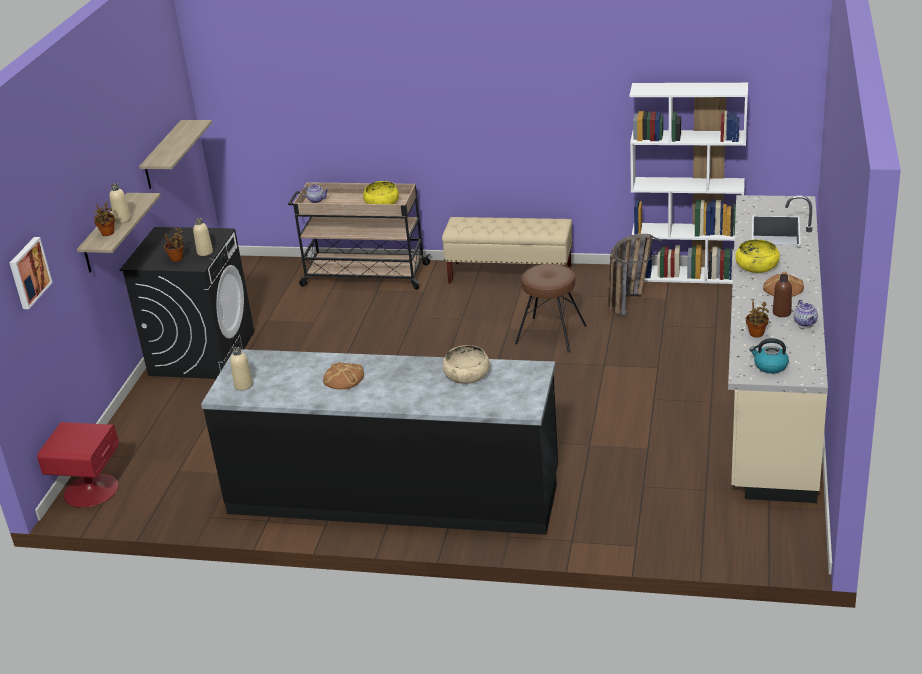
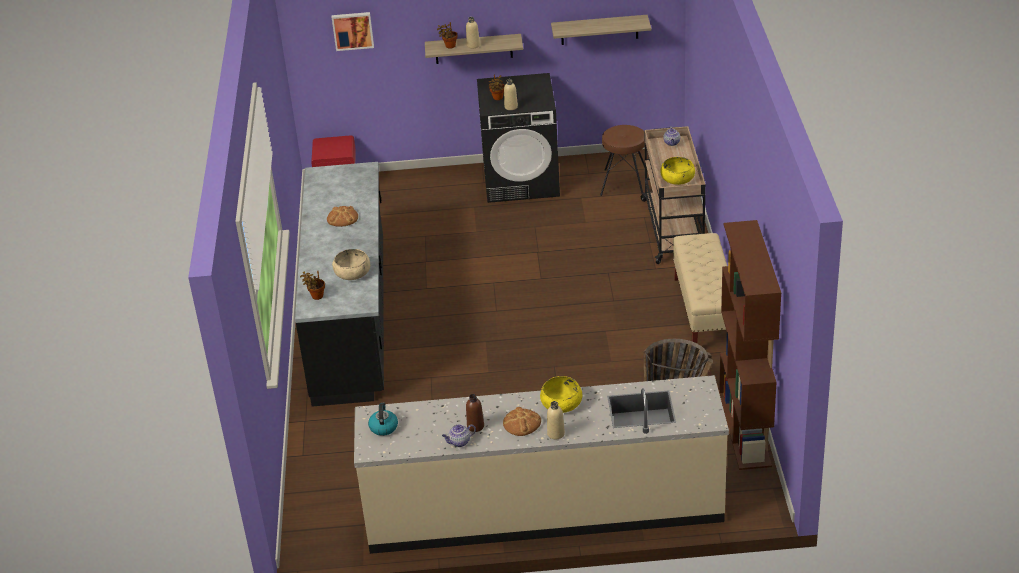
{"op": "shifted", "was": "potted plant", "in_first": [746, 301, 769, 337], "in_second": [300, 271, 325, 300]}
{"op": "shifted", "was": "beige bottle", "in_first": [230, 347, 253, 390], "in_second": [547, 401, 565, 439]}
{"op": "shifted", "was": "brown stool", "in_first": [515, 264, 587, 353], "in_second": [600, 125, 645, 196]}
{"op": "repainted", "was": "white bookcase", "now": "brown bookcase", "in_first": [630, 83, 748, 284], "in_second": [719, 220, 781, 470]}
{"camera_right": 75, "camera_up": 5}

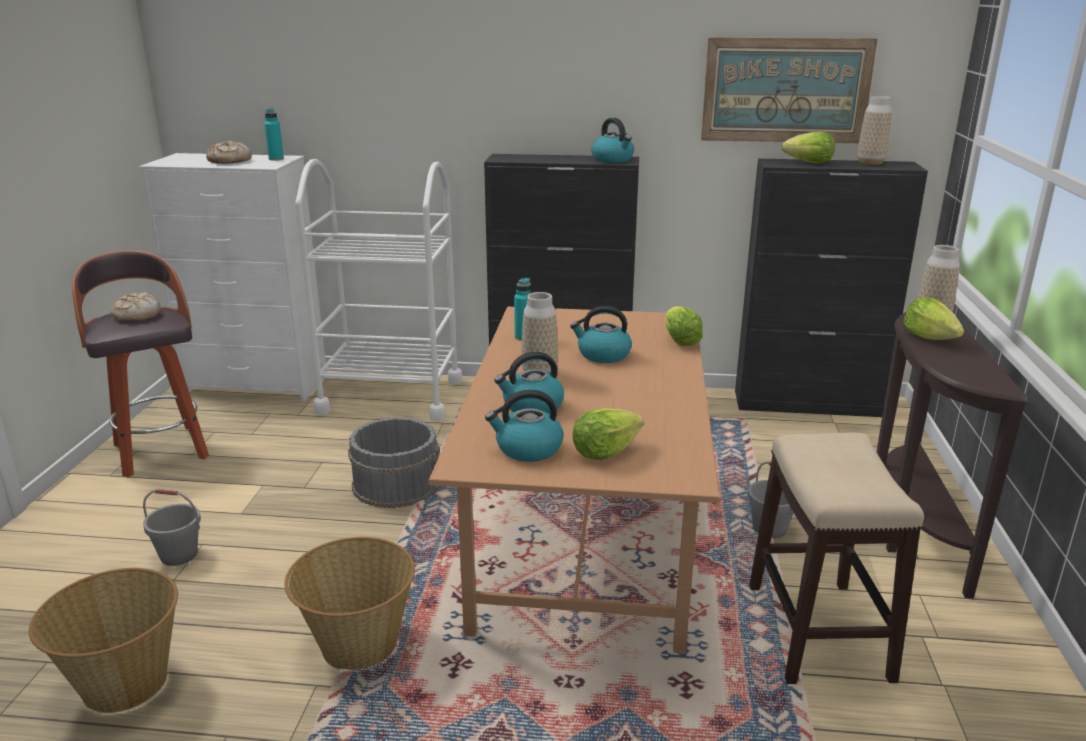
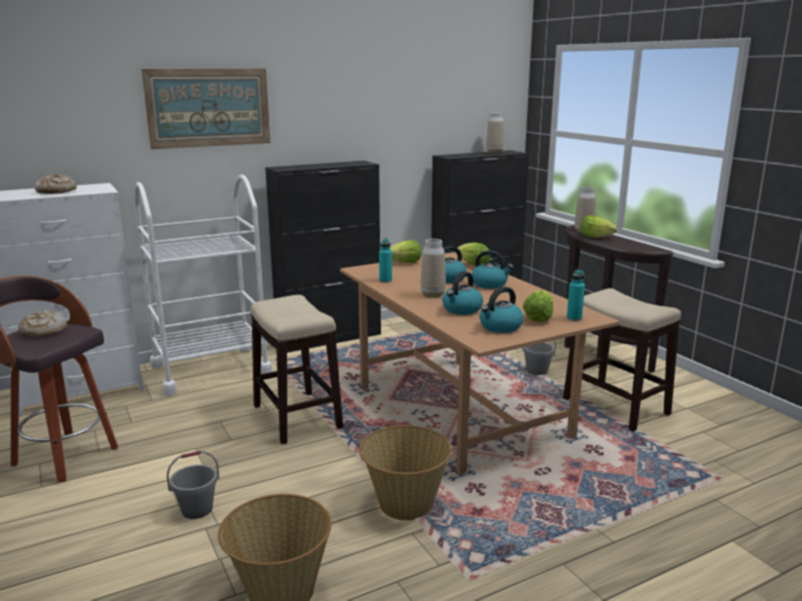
{"op": "shifted", "was": "picture", "in_first": [701, 37, 878, 143], "in_second": [141, 69, 270, 149]}
{"op": "swapped", "was": "grey bucket", "now": "stool", "in_first": [348, 417, 440, 508], "in_second": [250, 295, 343, 444]}
{"op": "shifted", "was": "lettuce", "in_first": [782, 132, 835, 164], "in_second": [390, 240, 422, 263]}
{"op": "shifted", "was": "kettle", "in_first": [591, 118, 634, 163], "in_second": [471, 250, 513, 289]}
{"op": "shifted", "was": "turquoise bottle", "in_first": [264, 108, 284, 161], "in_second": [567, 270, 585, 321]}
{"camera_right": -35, "camera_up": -5}

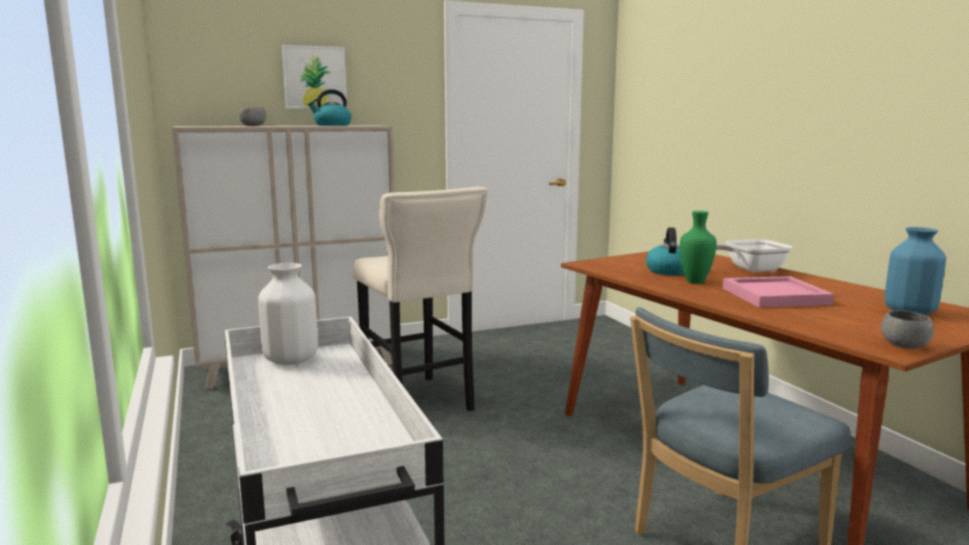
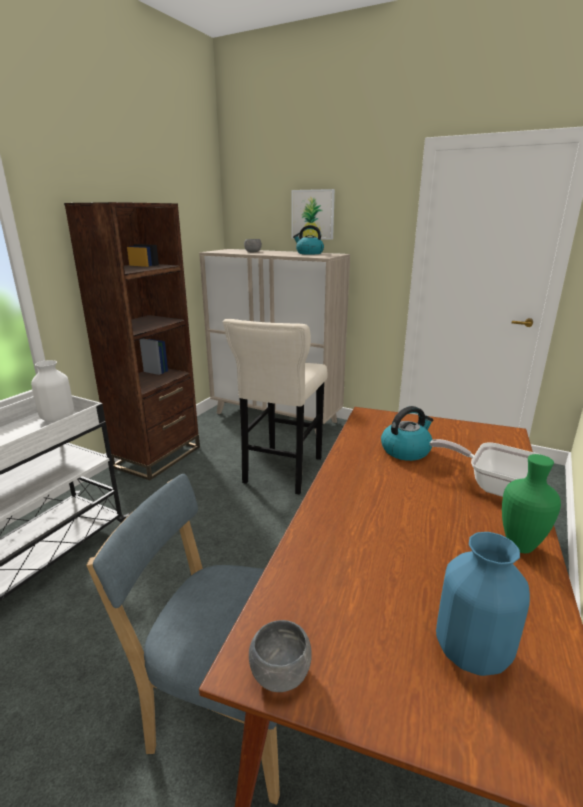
{"op": "new", "now": "brown bookcase", "in_second": [64, 202, 200, 480]}
{"op": "shifted", "was": "green vase", "in_first": [680, 211, 717, 284], "in_second": [502, 454, 561, 553]}
{"op": "gone", "was": "pink tray", "in_first": [723, 276, 834, 308]}
{"camera_right": 50, "camera_up": 10}

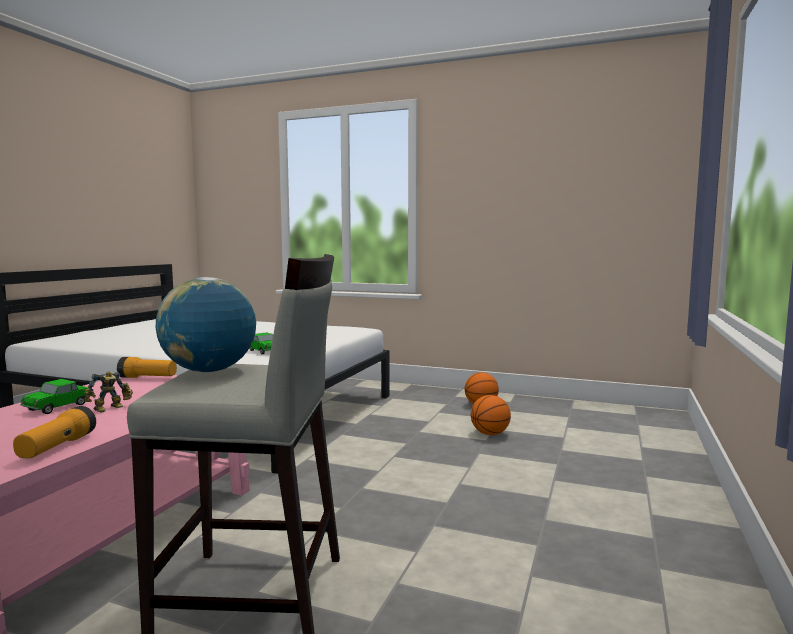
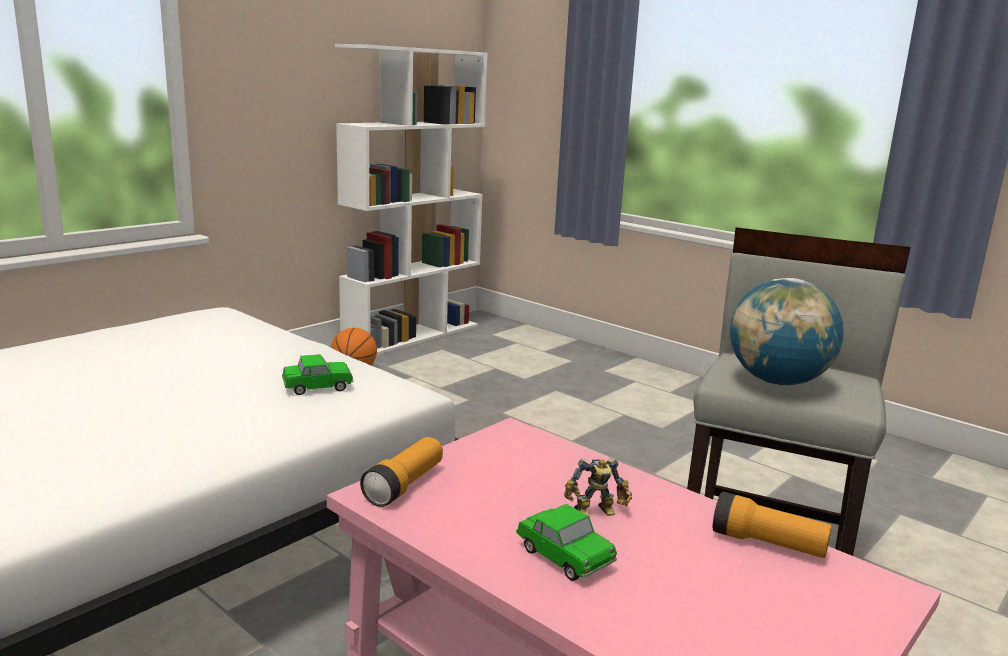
{"op": "new", "now": "white bookcase", "in_second": [335, 44, 488, 355]}
{"op": "rotated", "was": "toy robot", "in_first": [84, 371, 133, 413], "in_second": [564, 457, 632, 517], "clockwise": 105}
{"op": "gone", "was": "basketball", "in_first": [471, 395, 511, 435]}
{"camera_right": -70, "camera_up": 10}

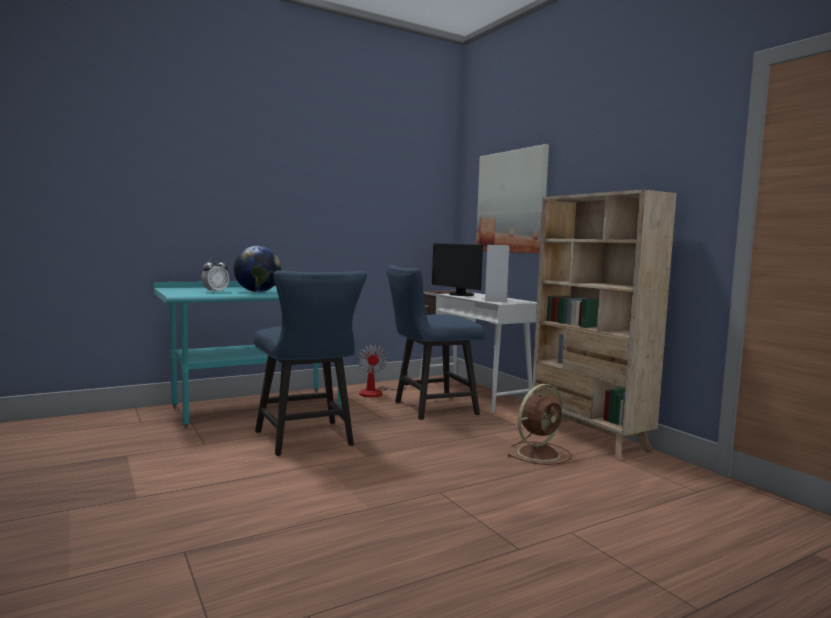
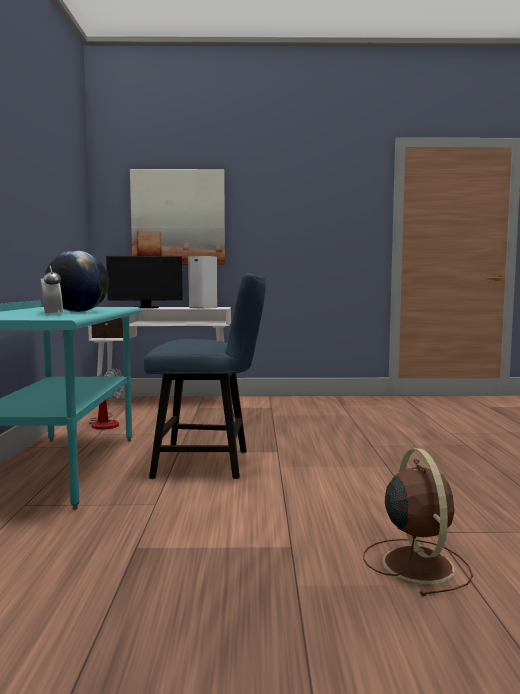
{"op": "shifted", "was": "brown fan", "in_first": [508, 384, 571, 465], "in_second": [363, 448, 473, 596]}
{"op": "gone", "was": "blue chair", "in_first": [387, 265, 485, 420]}
{"op": "gone", "was": "beige bookcase", "in_first": [532, 189, 677, 460]}
{"camera_right": -60, "camera_up": 0}

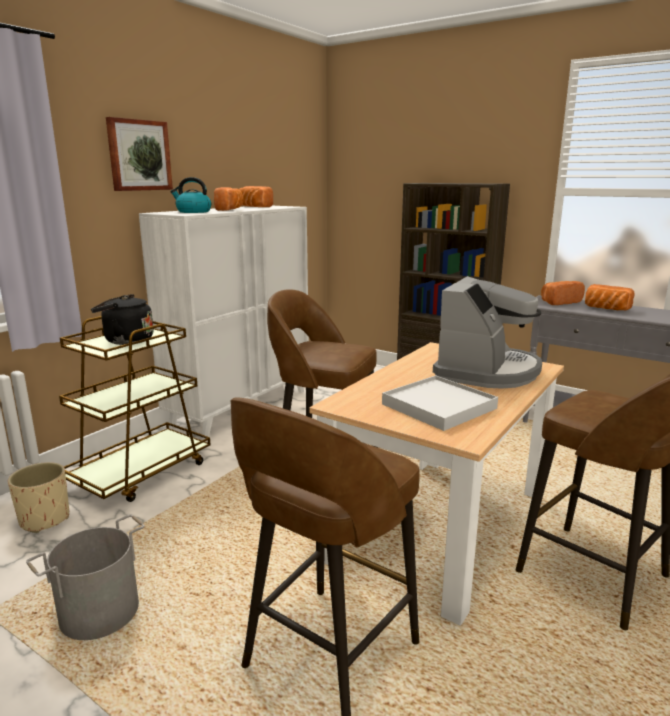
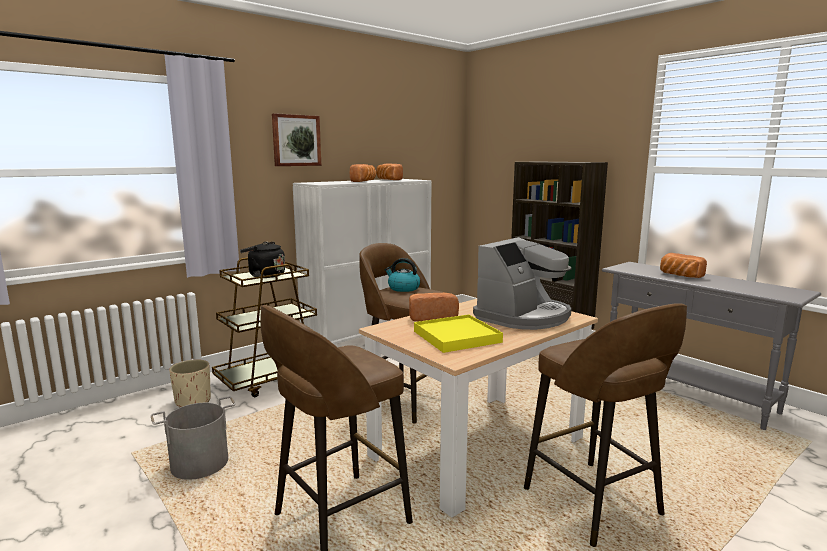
{"op": "shifted", "was": "kettle", "in_first": [170, 177, 211, 213], "in_second": [385, 258, 420, 292]}
{"op": "shifted", "was": "bread", "in_first": [541, 281, 585, 305], "in_second": [409, 293, 459, 321]}
{"op": "repainted", "was": "white tray", "now": "yellow tray", "in_first": [382, 376, 498, 431], "in_second": [414, 314, 503, 353]}
{"camera_right": 15, "camera_up": -5}

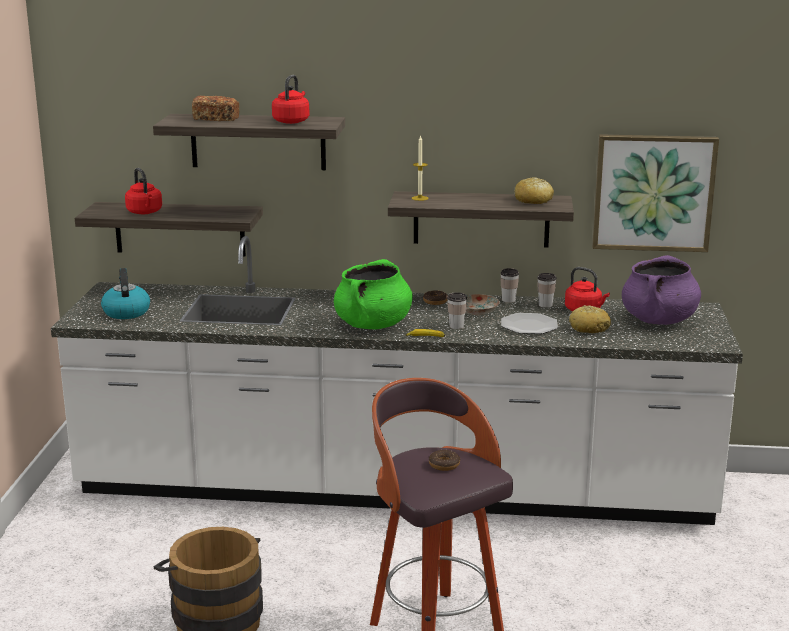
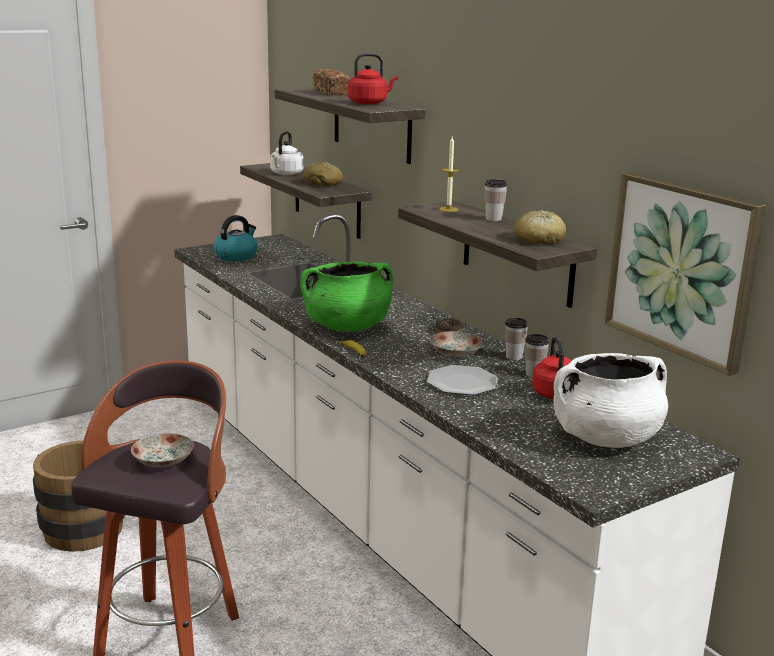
{"op": "swapped", "was": "donut", "now": "plate", "in_first": [429, 450, 460, 471], "in_second": [131, 433, 194, 467]}
{"op": "repainted", "was": "red kettle", "now": "white kettle", "in_first": [125, 168, 162, 214], "in_second": [270, 131, 304, 175]}
{"op": "shifted", "was": "bread", "in_first": [569, 305, 611, 333], "in_second": [303, 162, 343, 186]}
{"op": "shifted", "was": "cup", "in_first": [447, 292, 467, 329], "in_second": [484, 179, 507, 221]}
{"op": "repainted", "was": "purple cooking pot", "now": "white cooking pot", "in_first": [622, 255, 701, 325], "in_second": [553, 353, 668, 448]}
{"camera_right": 50, "camera_up": 0}

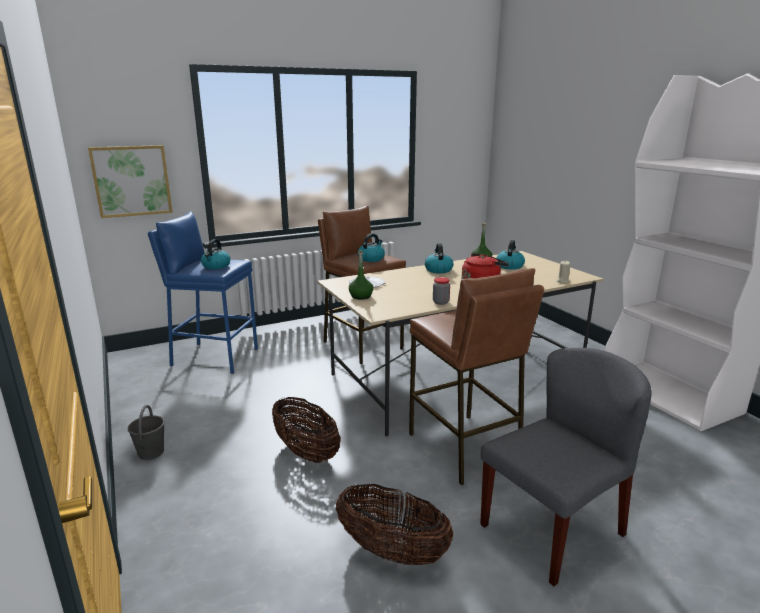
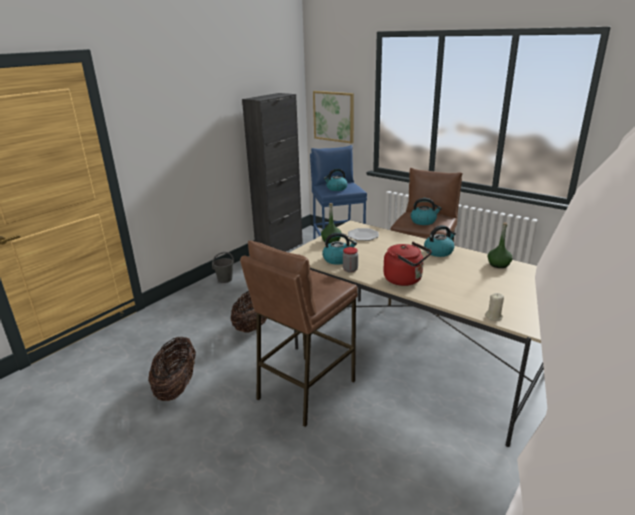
{"op": "new", "now": "black cabinet", "in_second": [242, 93, 303, 252]}
{"op": "shifted", "was": "kettle", "in_first": [496, 240, 525, 270], "in_second": [322, 233, 357, 265]}
{"op": "gone", "was": "grey chair", "in_first": [480, 348, 652, 586]}
{"camera_right": 65, "camera_up": 5}

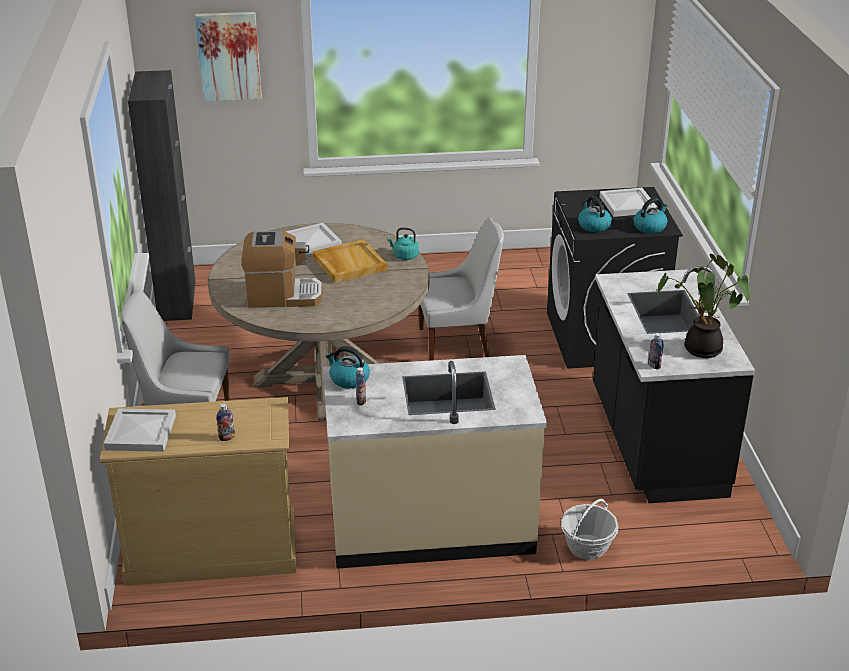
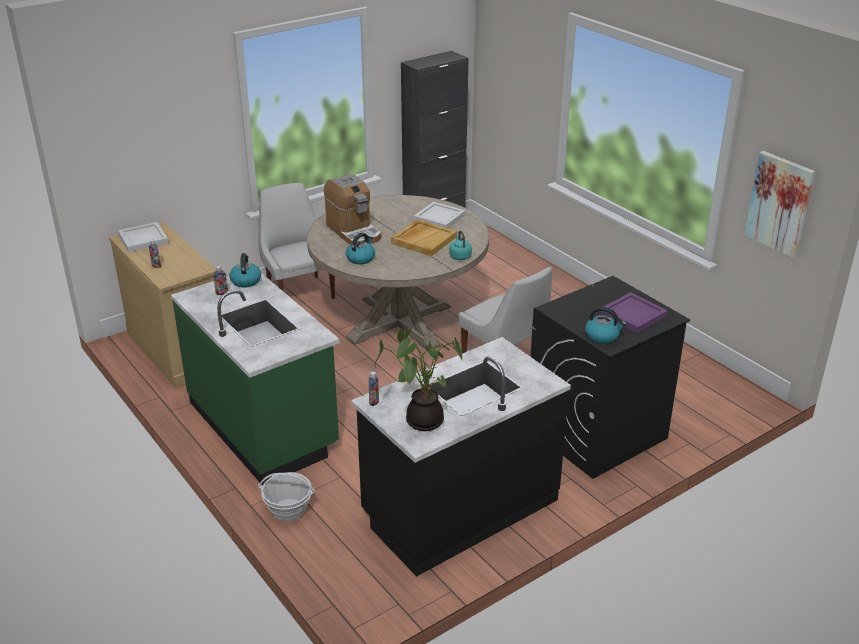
{"op": "repainted", "was": "beige counter", "now": "green counter", "in_first": [323, 355, 547, 569], "in_second": [171, 273, 340, 485]}
{"op": "shifted", "was": "kettle", "in_first": [578, 196, 612, 232], "in_second": [346, 233, 375, 264]}
{"op": "repainted", "was": "white tray", "now": "purple tray", "in_first": [600, 188, 657, 217], "in_second": [600, 292, 668, 333]}
{"op": "shifted", "was": "picture", "in_first": [195, 12, 262, 101], "in_second": [744, 151, 815, 258]}
{"camera_right": 60, "camera_up": 0}

